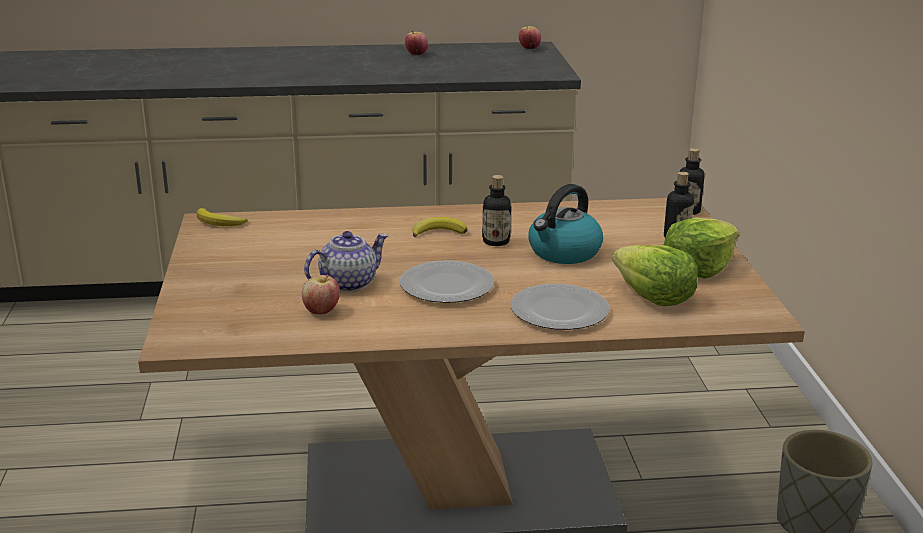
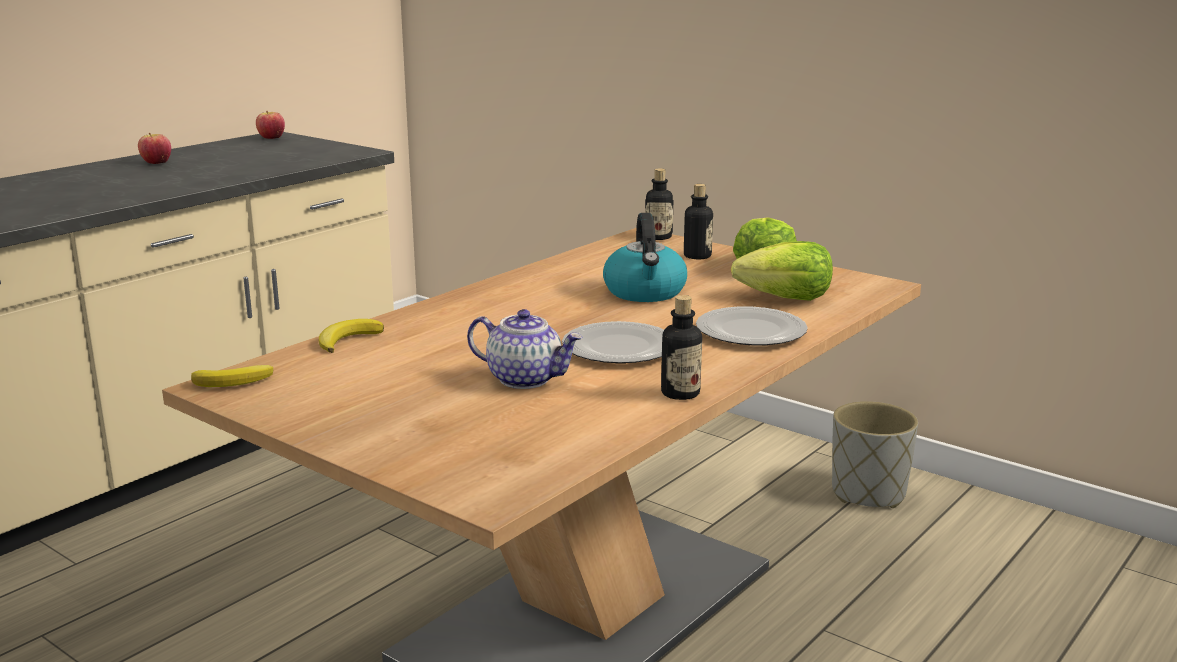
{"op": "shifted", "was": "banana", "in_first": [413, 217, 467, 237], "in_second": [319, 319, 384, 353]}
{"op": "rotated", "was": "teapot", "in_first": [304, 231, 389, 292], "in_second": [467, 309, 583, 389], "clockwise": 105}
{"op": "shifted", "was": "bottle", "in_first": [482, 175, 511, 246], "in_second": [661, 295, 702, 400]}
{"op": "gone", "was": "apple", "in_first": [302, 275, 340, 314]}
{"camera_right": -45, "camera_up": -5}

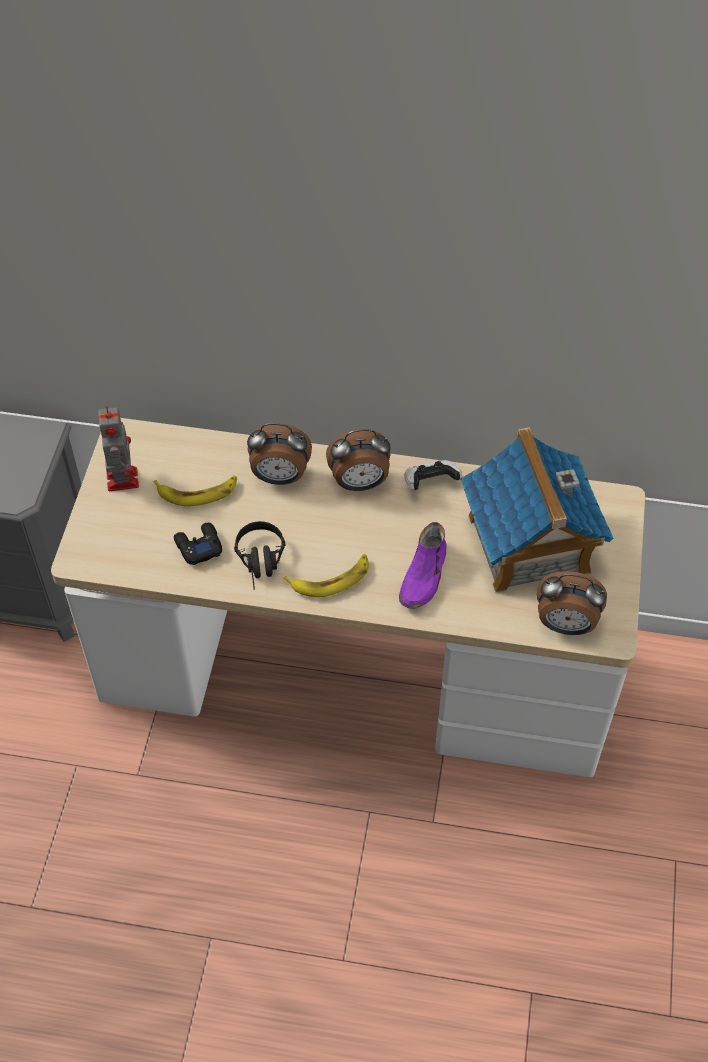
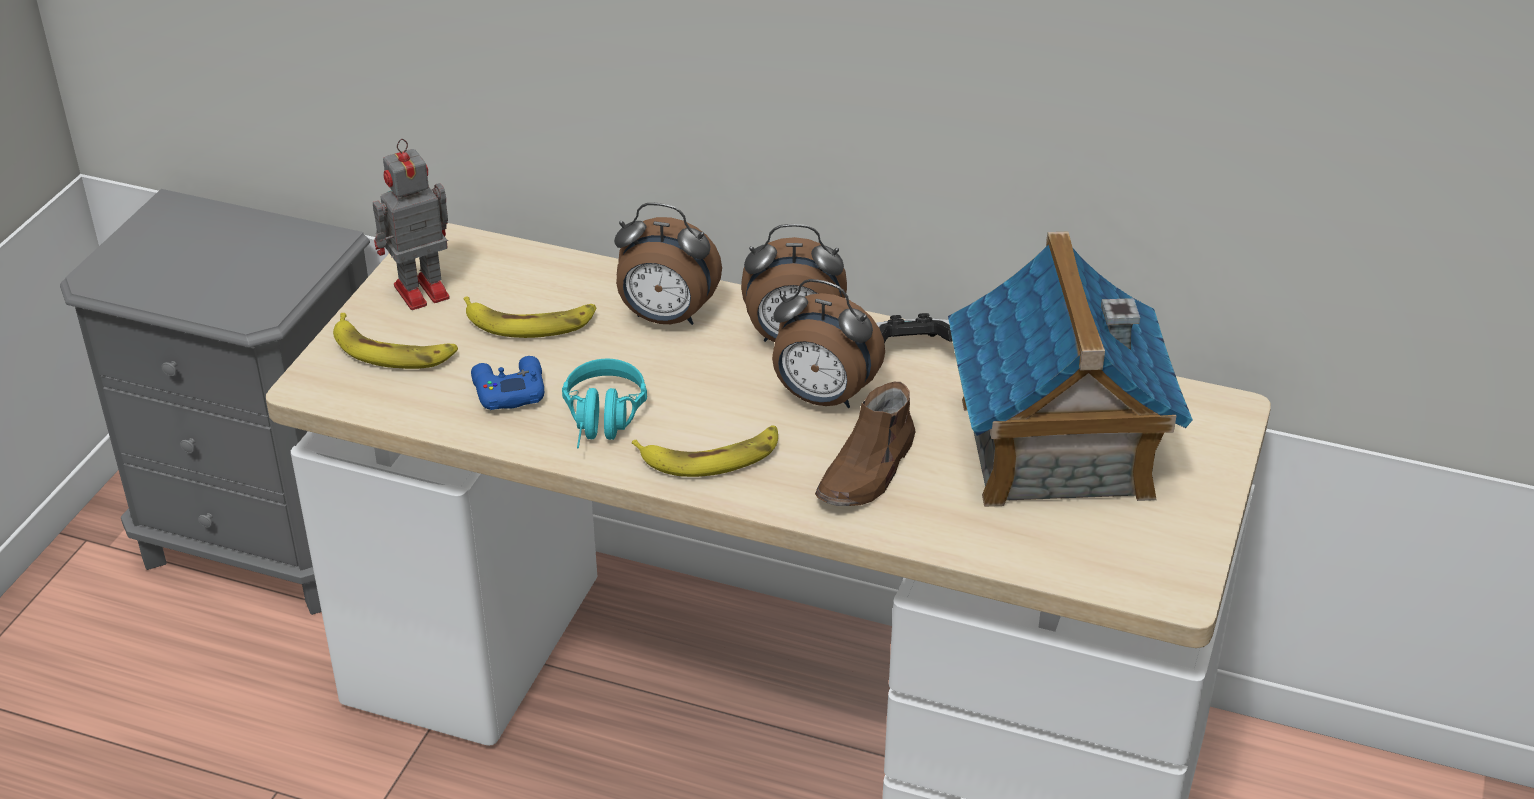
{"op": "new", "now": "banana", "in_second": [333, 313, 458, 369]}
{"op": "rotated", "was": "toy robot", "in_first": [98, 406, 139, 491], "in_second": [373, 139, 450, 310], "clockwise": -120}
{"op": "repainted", "was": "black game controller", "now": "blue game controller", "in_first": [174, 523, 222, 565], "in_second": [471, 356, 544, 410]}
{"op": "repainted", "was": "black headphones", "now": "turquoise headphones", "in_first": [234, 521, 285, 590], "in_second": [562, 359, 647, 449]}
{"op": "shifted", "was": "alarm clock", "in_first": [537, 571, 607, 635], "in_second": [772, 279, 885, 408]}
{"op": "repainted", "was": "purple shoe", "now": "brown shoe", "in_first": [399, 522, 447, 609], "in_second": [815, 382, 915, 506]}
{"camera_right": 10, "camera_up": -15}

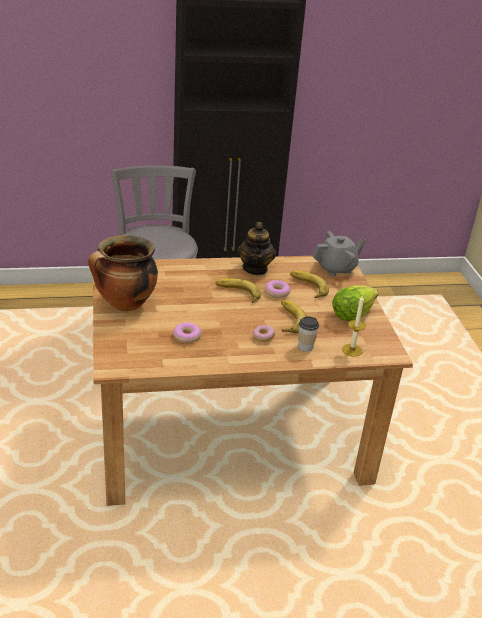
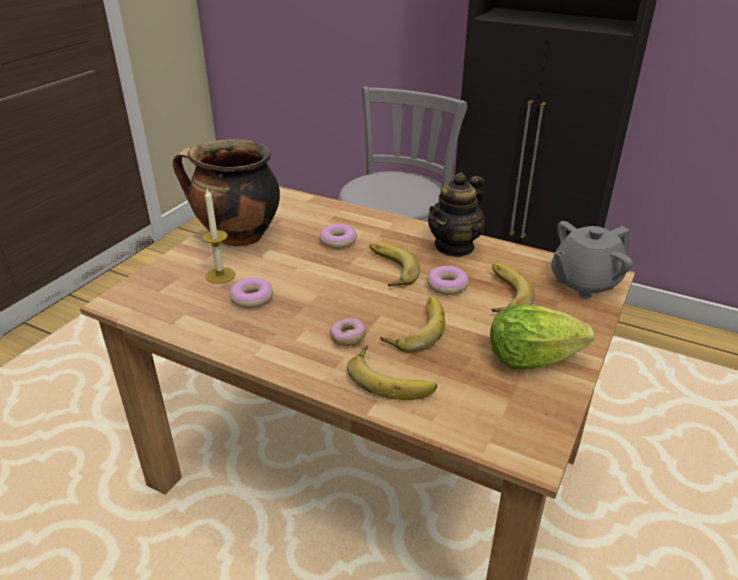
{"op": "shifted", "was": "candle", "in_first": [342, 295, 366, 357], "in_second": [201, 189, 235, 284]}
{"op": "new", "now": "donut", "in_second": [319, 224, 357, 249]}
{"op": "swapped", "was": "cup", "now": "banana", "in_first": [298, 316, 319, 352], "in_second": [347, 345, 437, 400]}
{"op": "rotated", "was": "grey teapot", "in_first": [312, 231, 366, 276], "in_second": [551, 221, 632, 299], "clockwise": 135}
{"camera_right": 40, "camera_up": 0}

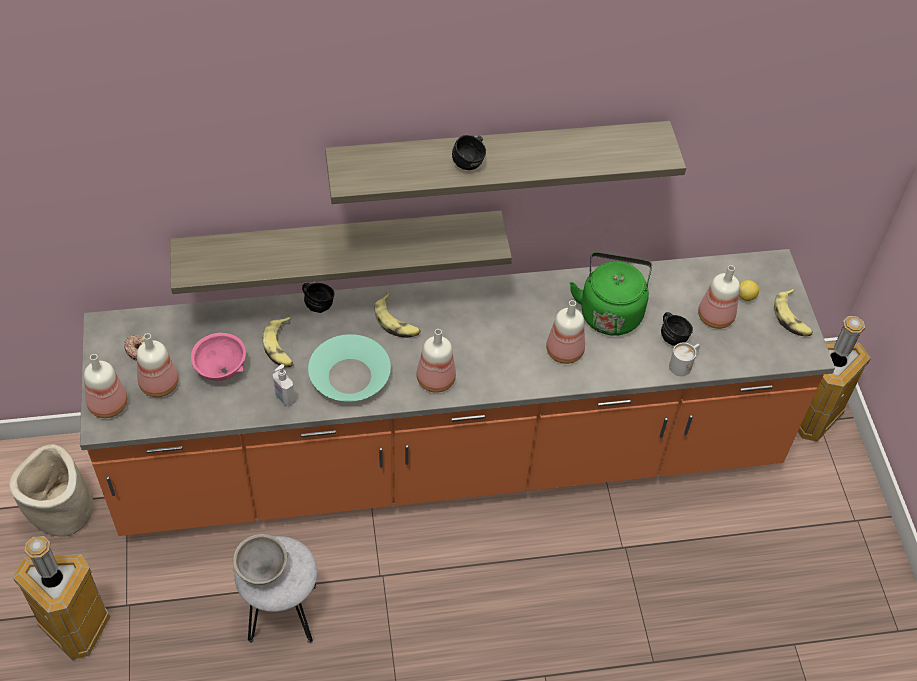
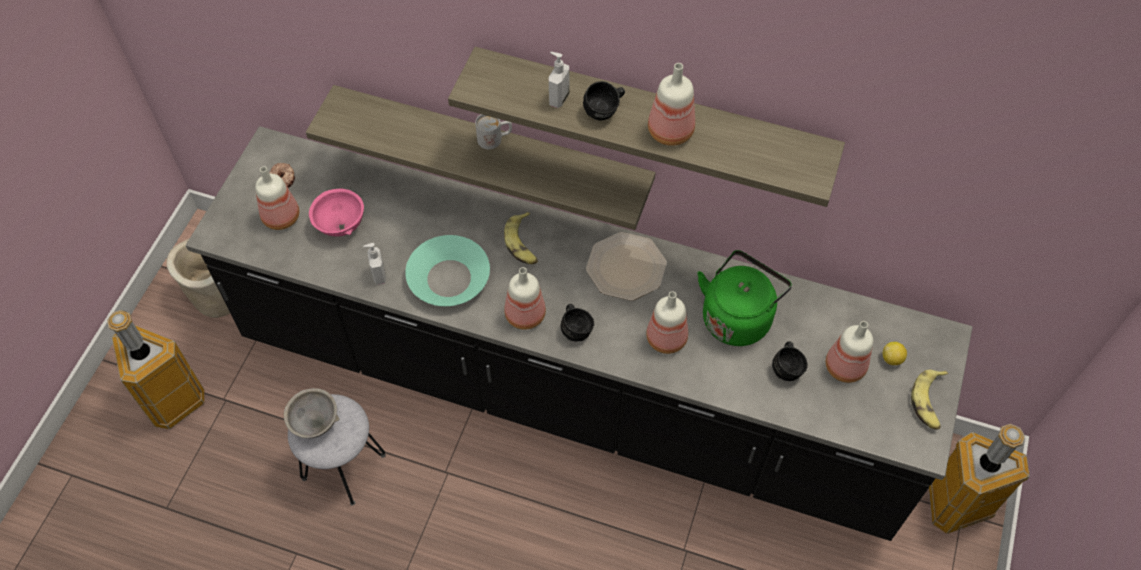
{"op": "repainted", "was": "orange counter", "now": "black counter", "in_first": [80, 249, 835, 536], "in_second": [186, 126, 973, 541]}
{"op": "shifted", "was": "white mug", "in_first": [669, 343, 700, 376], "in_second": [475, 114, 512, 149]}
{"op": "new", "now": "soap dispenser", "in_second": [549, 52, 569, 108]}
{"op": "shifted", "was": "black mug", "in_first": [302, 283, 334, 313], "in_second": [561, 304, 594, 341]}
{"op": "new", "now": "plate", "in_second": [586, 232, 667, 301]}
{"op": "shifted", "was": "bottle", "in_first": [84, 354, 128, 418], "in_second": [648, 63, 695, 146]}
{"op": "gone", "was": "banana", "in_first": [263, 317, 294, 367]}
{"camera_right": 30, "camera_up": 5}

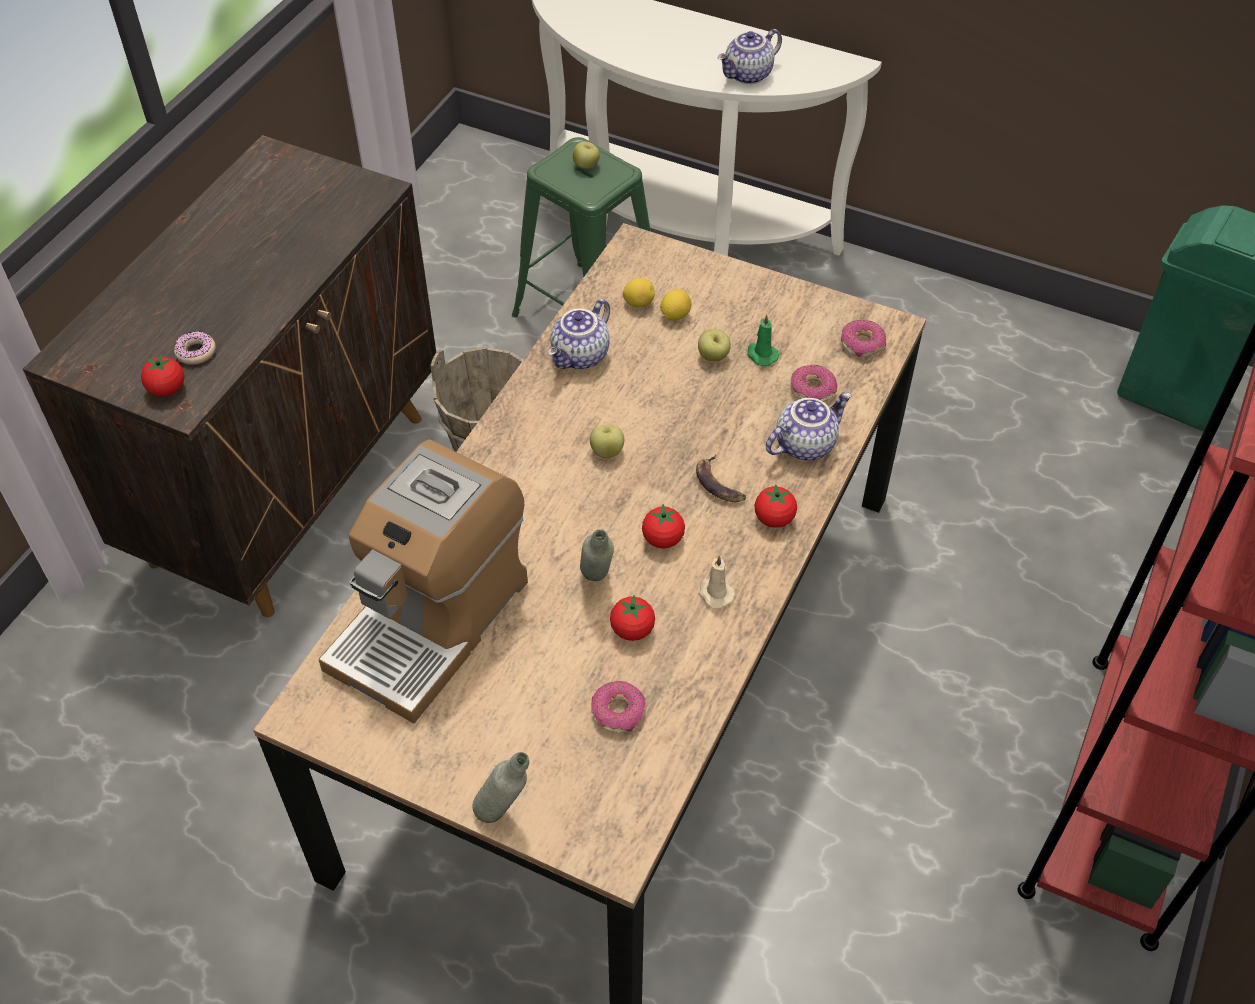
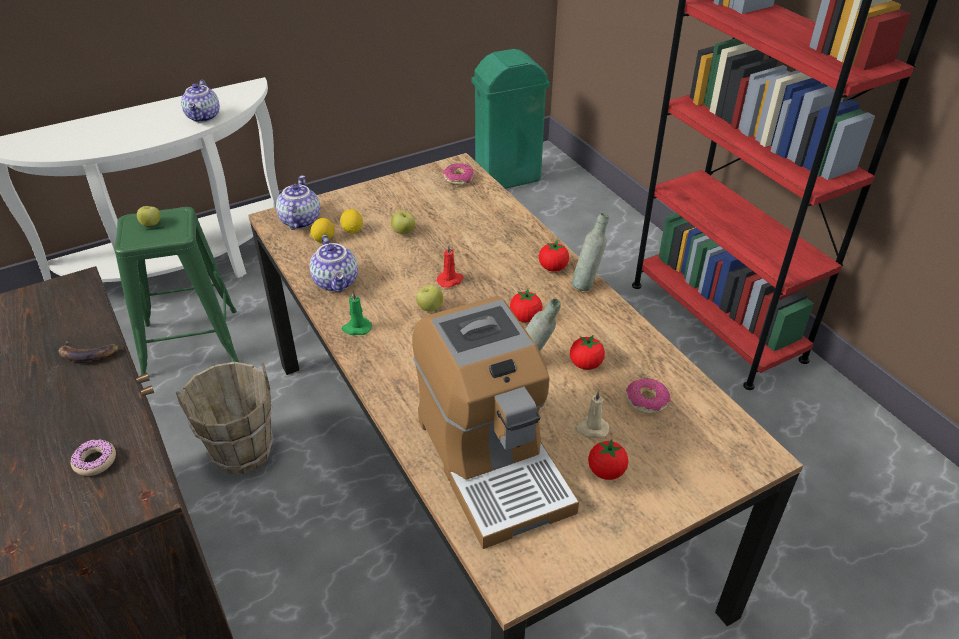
{"op": "shifted", "was": "banana", "in_first": [696, 455, 746, 502], "in_second": [59, 340, 119, 361]}
{"op": "shifted", "was": "teapot", "in_first": [766, 392, 852, 460], "in_second": [276, 175, 320, 230]}
{"op": "shifted", "was": "green candle", "in_first": [747, 314, 779, 366], "in_second": [342, 291, 372, 335]}
{"op": "new", "now": "red candle", "in_second": [437, 244, 464, 287]}
{"op": "shifted", "was": "grey bottle", "in_first": [472, 752, 529, 823], "in_second": [572, 213, 609, 291]}
{"op": "shifted", "was": "beige candle", "in_first": [699, 555, 735, 609], "in_second": [574, 390, 609, 438]}
{"op": "shifted", "was": "tomato", "in_first": [141, 354, 185, 397], "in_second": [588, 439, 628, 480]}
{"op": "gone", "was": "donut", "in_first": [791, 365, 837, 402]}
{"camera_right": -55, "camera_up": -10}

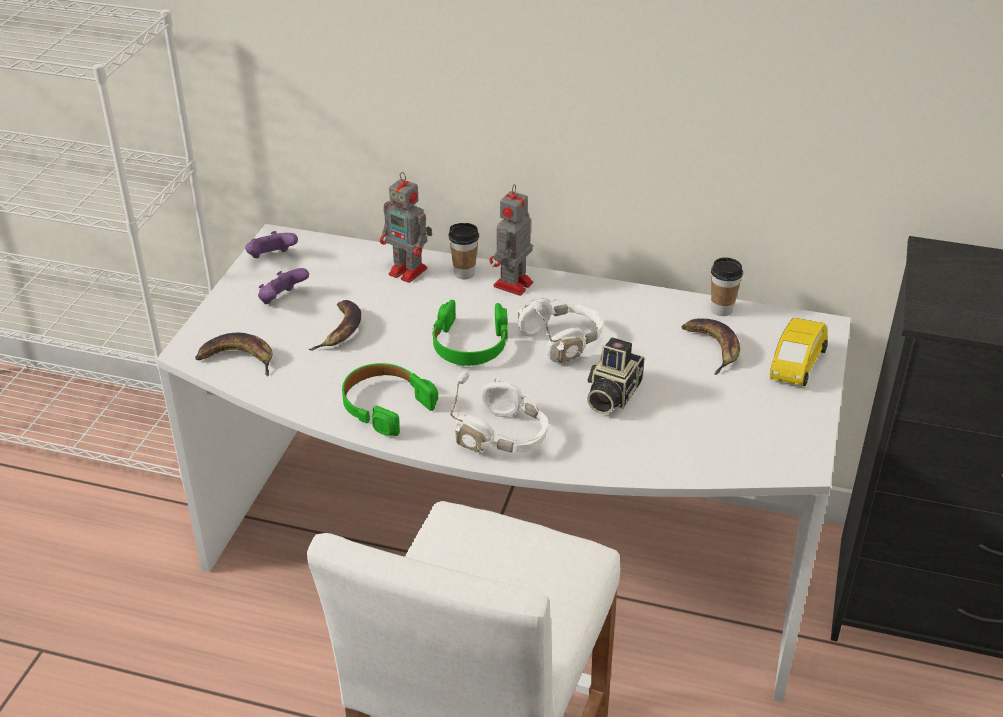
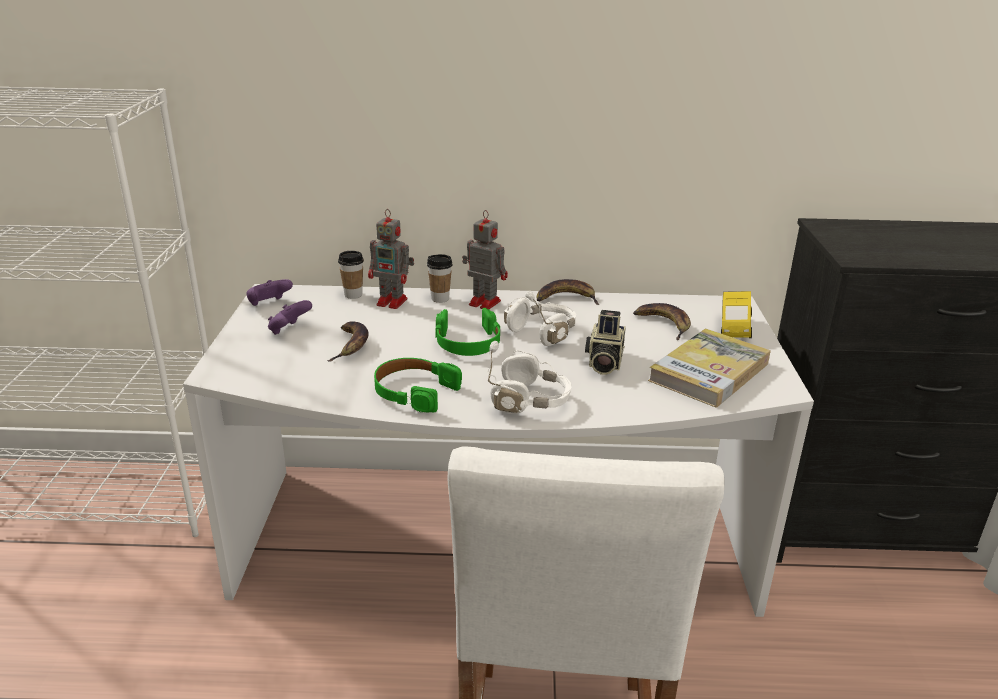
{"op": "shifted", "was": "cup", "in_first": [711, 257, 743, 316], "in_second": [338, 251, 364, 299]}
{"op": "rotated", "was": "toy robot", "in_first": [489, 184, 533, 296], "in_second": [462, 210, 508, 309], "clockwise": 105}
{"op": "shifted", "was": "banana", "in_first": [195, 333, 273, 376], "in_second": [537, 279, 599, 305]}
{"op": "new", "now": "book", "in_second": [648, 328, 771, 408]}
{"camera_right": -15, "camera_up": -10}

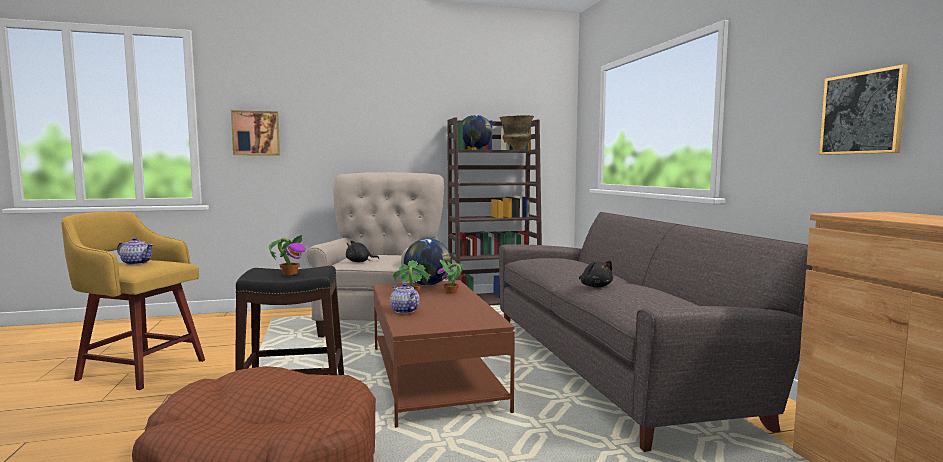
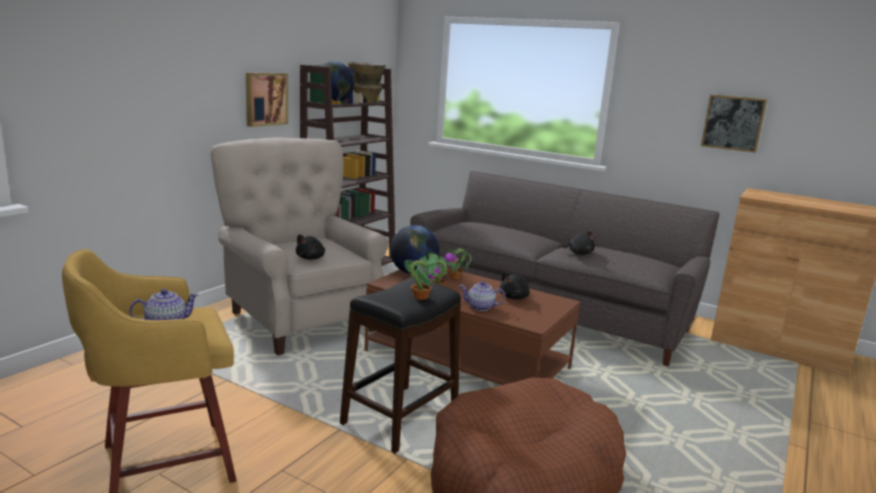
{"op": "shifted", "was": "picture", "in_first": [231, 110, 280, 156], "in_second": [246, 73, 288, 127]}
{"op": "new", "now": "black plush toy", "in_second": [500, 272, 530, 299]}
{"camera_right": -45, "camera_up": 10}

